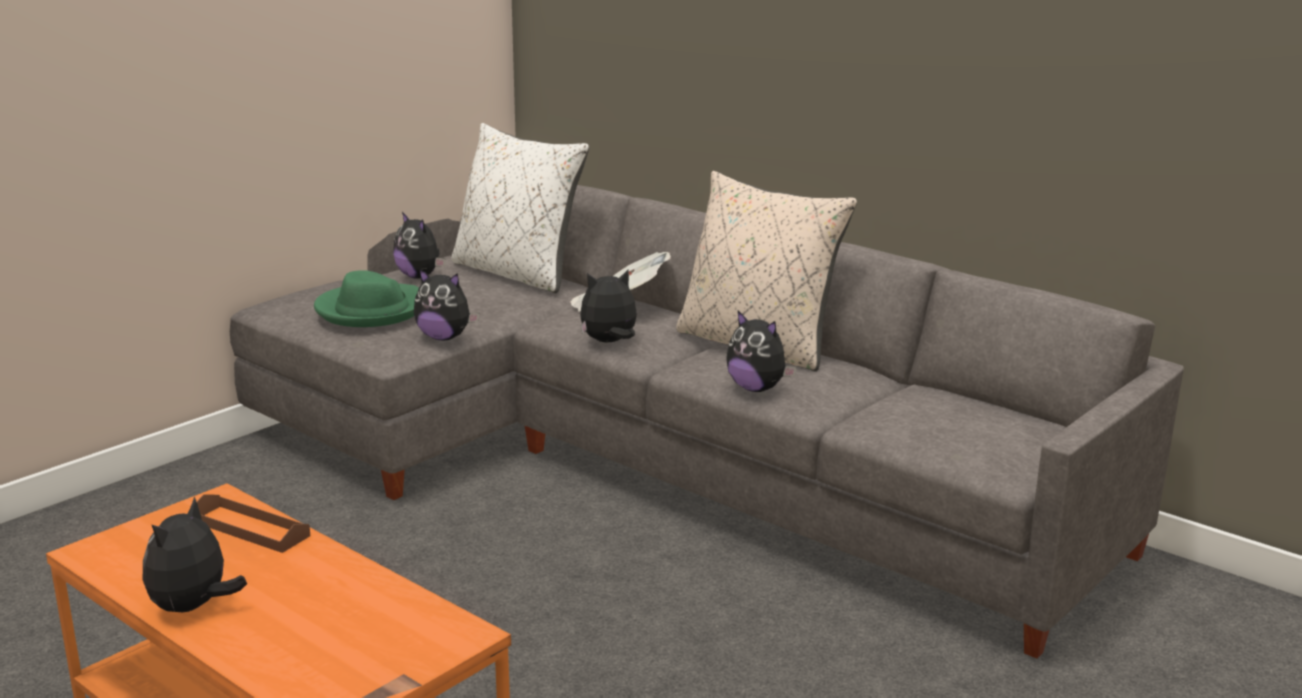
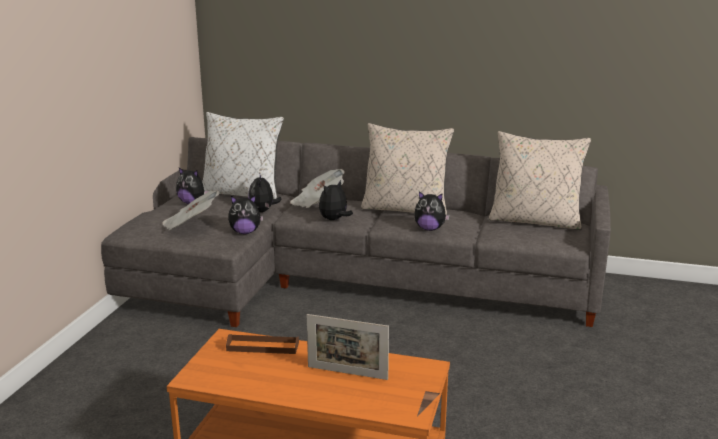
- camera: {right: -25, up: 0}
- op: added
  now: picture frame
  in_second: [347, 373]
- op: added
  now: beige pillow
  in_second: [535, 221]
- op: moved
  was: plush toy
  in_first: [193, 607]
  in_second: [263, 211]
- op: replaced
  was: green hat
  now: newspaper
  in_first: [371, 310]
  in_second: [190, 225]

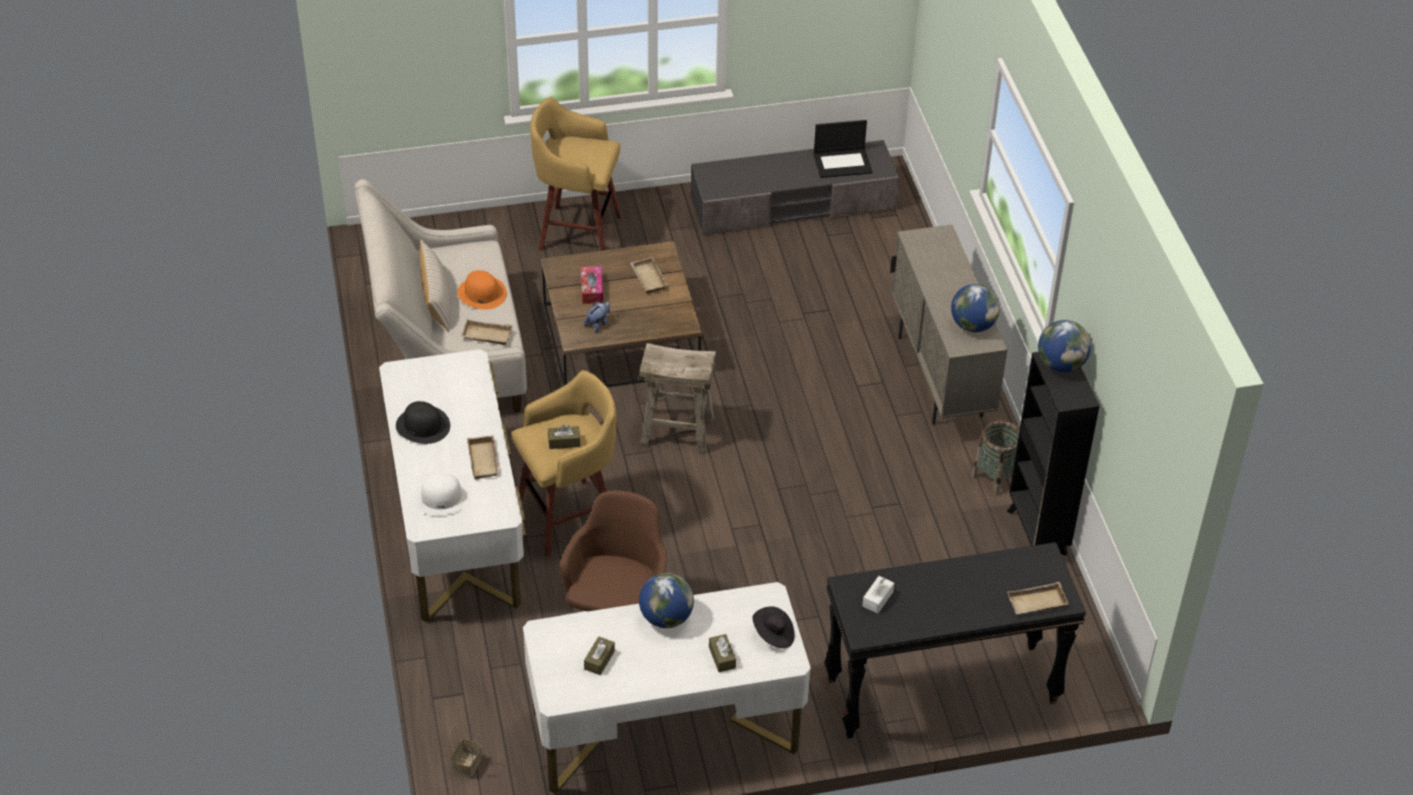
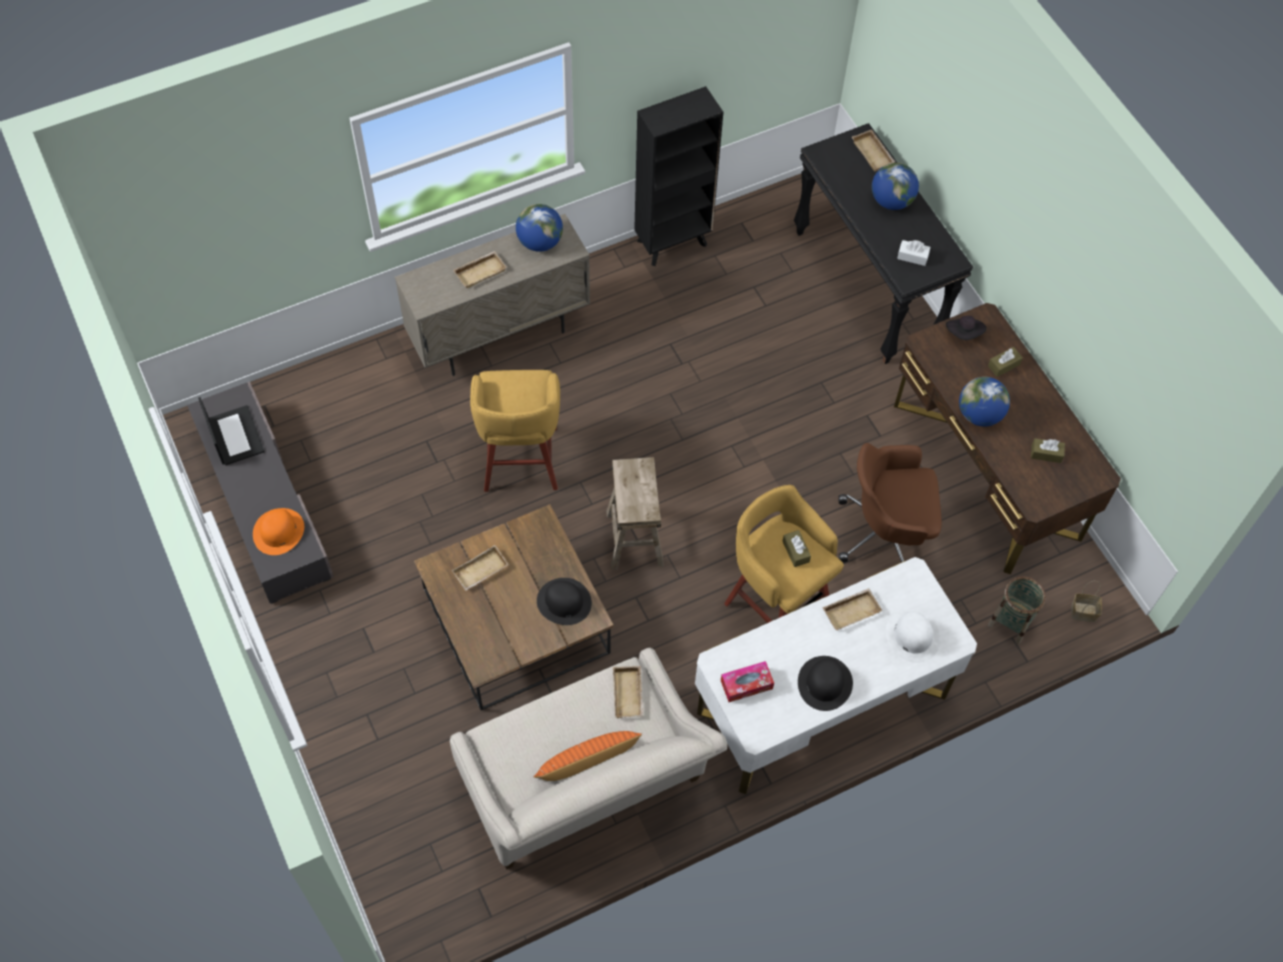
- camera: {right: -105, up: 15}
- op: added
  now: beige tray
  in_second: [480, 271]
- op: moved
  was: orange hat
  in_first: [481, 293]
  in_second: [278, 531]
- op: moved
  was: yellow stool
  in_first: [577, 232]
  in_second: [520, 462]
- op: moved
  was: tissue box
  in_first: [592, 289]
  in_second: [746, 684]
- op: moved
  was: basket
  in_first: [995, 477]
  in_second: [1011, 621]
- op: moved
  was: globe
  in_first: [1061, 364]
  in_second: [891, 201]
- op: replaced
  was: plush toy
  now: black hat
  in_first: [598, 324]
  in_second: [563, 602]
- op: recoloured
  was: beige pillow
  now: orange pillow
  in_first: [436, 300]
  in_second: [587, 763]
- op: recoloured
  was: white desk
  now: brown desk
  in_first: [665, 731]
  in_second: [985, 470]

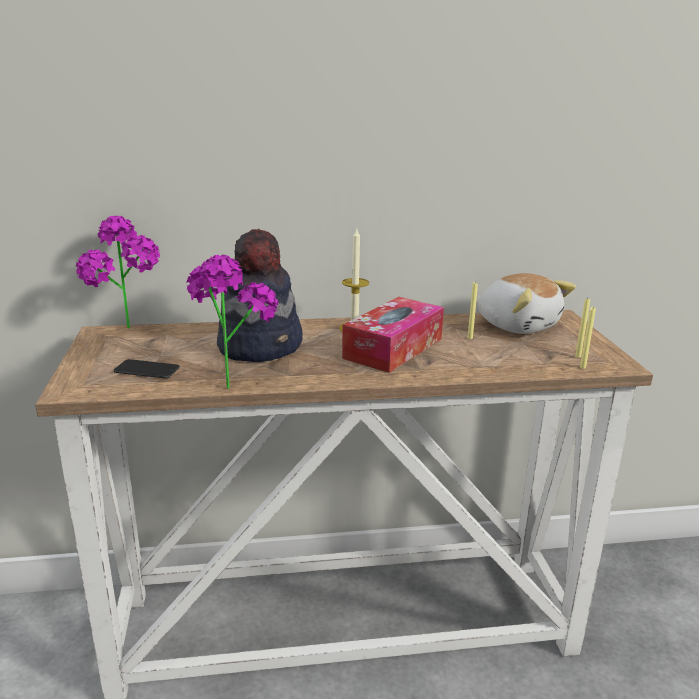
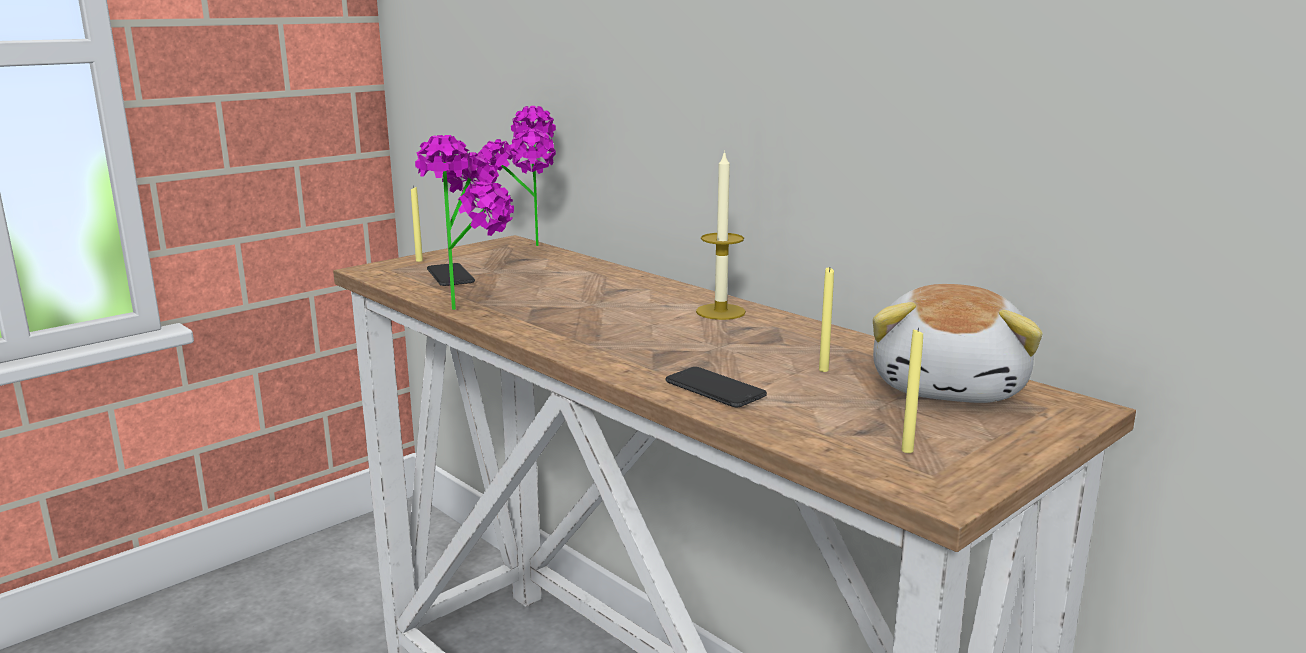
- camera: {right: 55, up: -5}
- op: removed
  was: hat
  in_first: [261, 346]
- op: removed
  was: tissue box
  in_first: [393, 348]
- op: added
  now: phone
  in_second: [715, 389]
- op: moved
  was: yellow candle
  in_first: [582, 367]
  in_second: [419, 260]

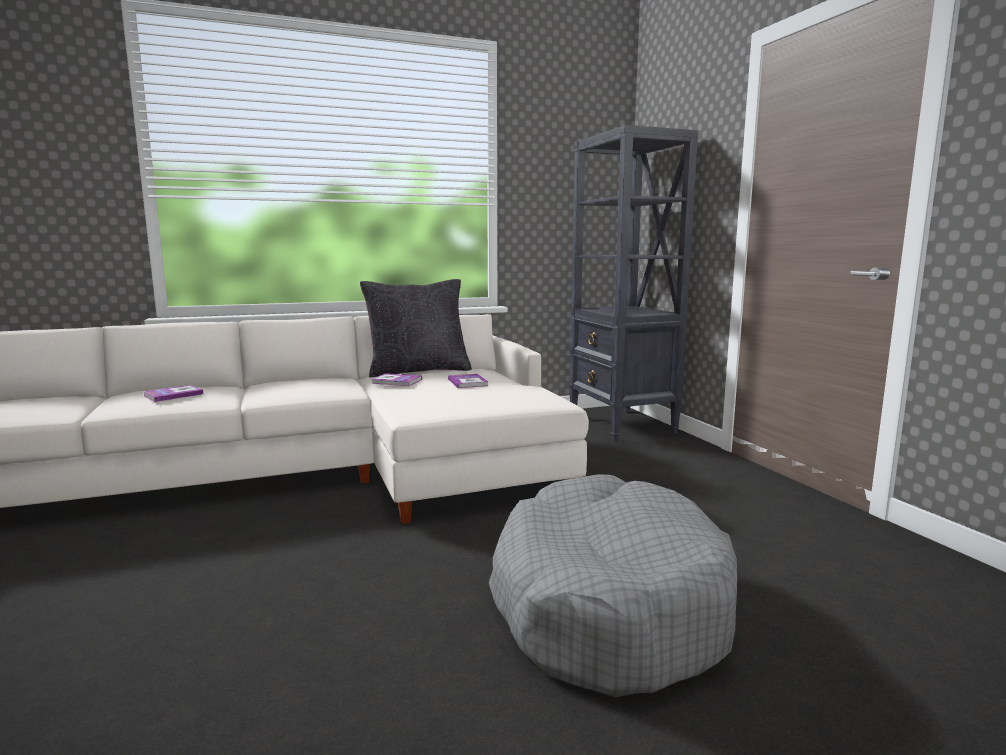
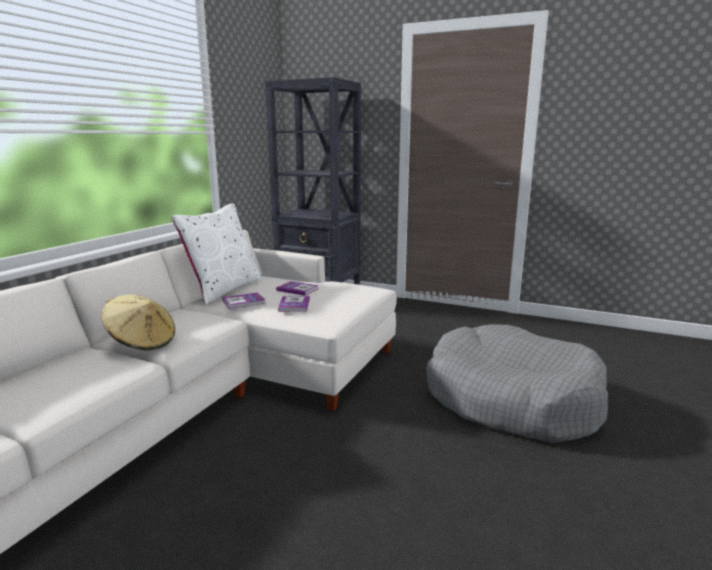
- camera: {right: -45, up: 5}
- op: added
  now: beige hat
  in_second: [142, 342]
- op: moved
  was: book
  in_first: [173, 395]
  in_second: [294, 305]
- op: recoloured
  was: black pillow
  now: white pillow
  in_first: [418, 371]
  in_second: [223, 289]

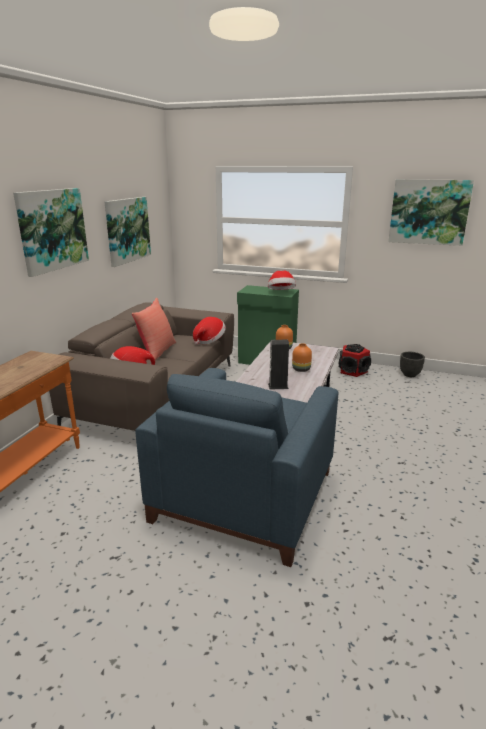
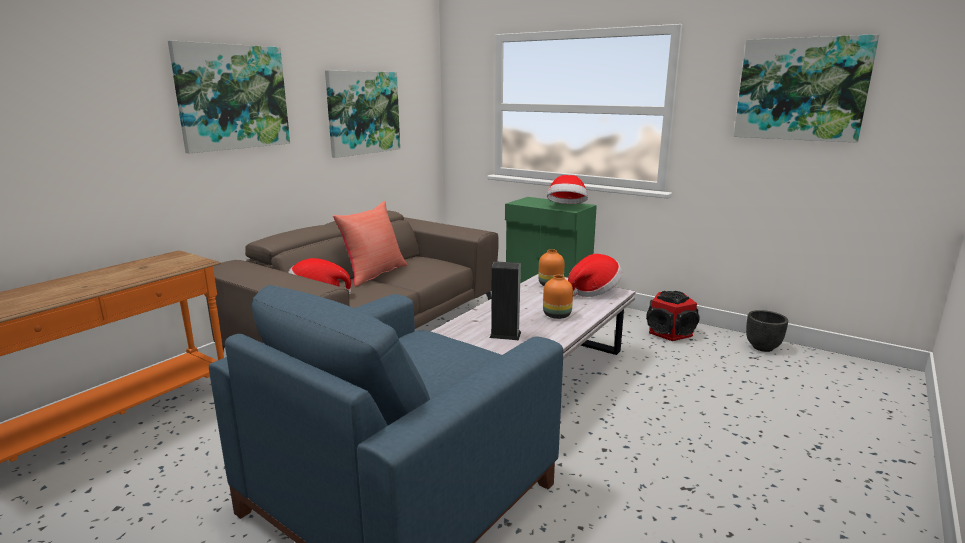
- camera: {right: 15, up: -5}
- op: moved
  was: hat
  in_first: [209, 340]
  in_second: [593, 291]

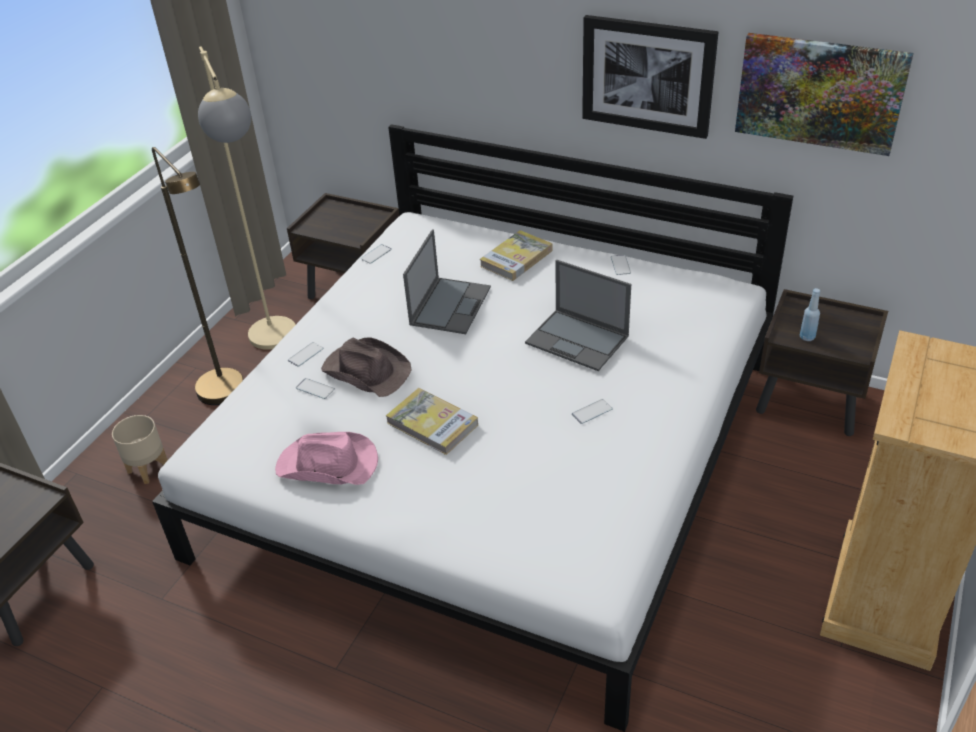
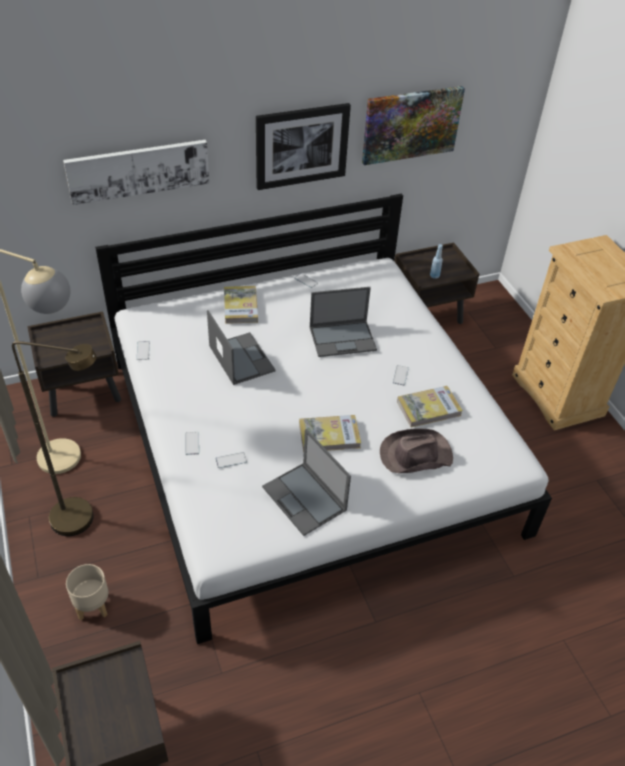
- camera: {right: -50, up: 5}
- op: added
  now: picture
  in_second: [138, 170]
- op: added
  now: book
  in_second: [428, 408]
- op: moved
  was: brown hat
  in_first: [366, 370]
  in_second: [415, 455]
- op: replaced
  was: pink hat
  now: laptop
  in_first: [328, 465]
  in_second: [305, 499]

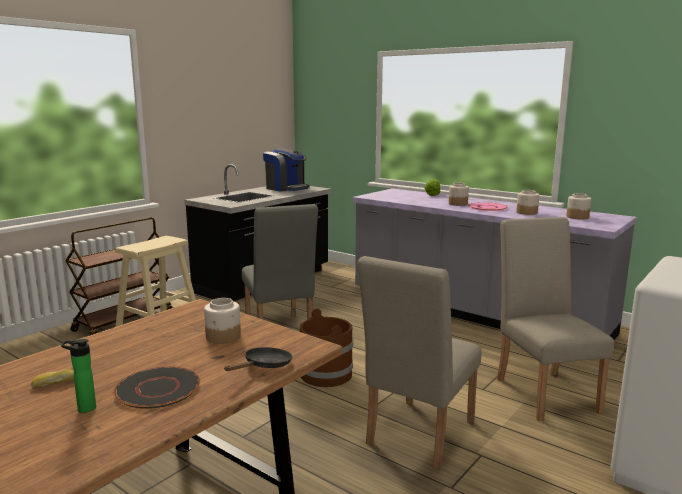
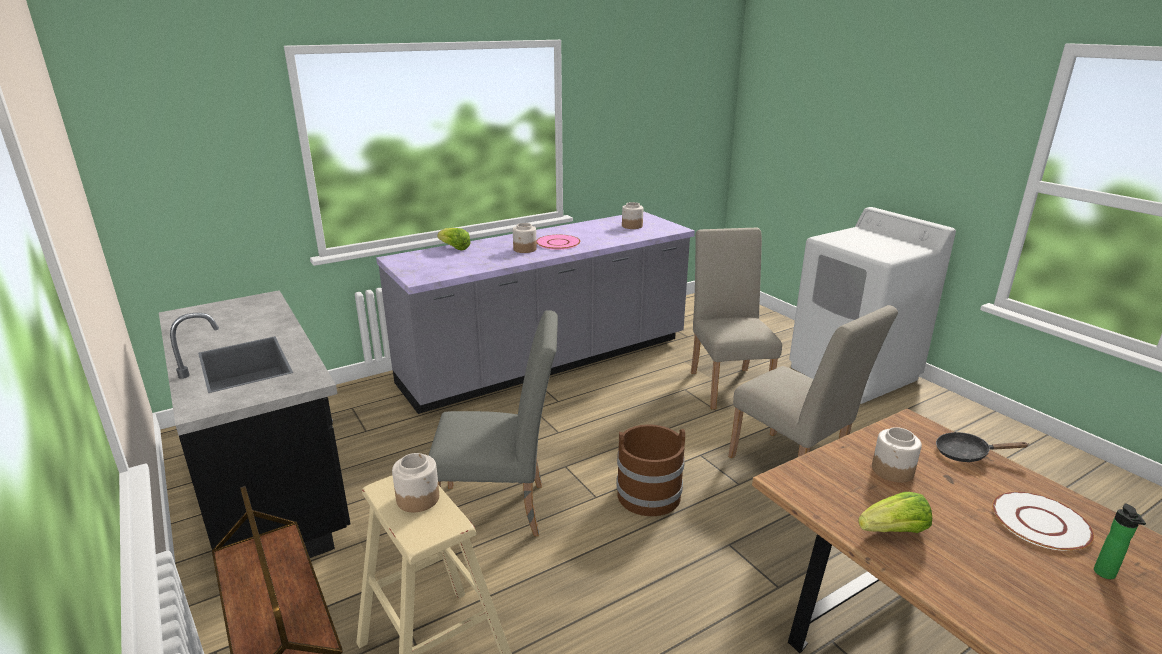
- camera: {right: -70, up: 10}
- op: removed
  was: bread
  in_first: [56, 383]
- op: removed
  was: coffee machine
  in_first: [286, 188]
- op: added
  now: lettuce
  in_second: [894, 531]
- op: moved
  was: jar
  in_first: [527, 212]
  in_second: [418, 498]
- op: recoloured
  was: black plate
  now: white plate
  in_first: [158, 388]
  in_second: [1039, 522]
- op: turned
  was: black frying pan
  in_first: [264, 366]
  in_second: [966, 454]
  clockwise: -45
- op: turned
  was: beige chair
  in_first: [543, 390]
  in_second: [728, 384]
  clockwise: 75

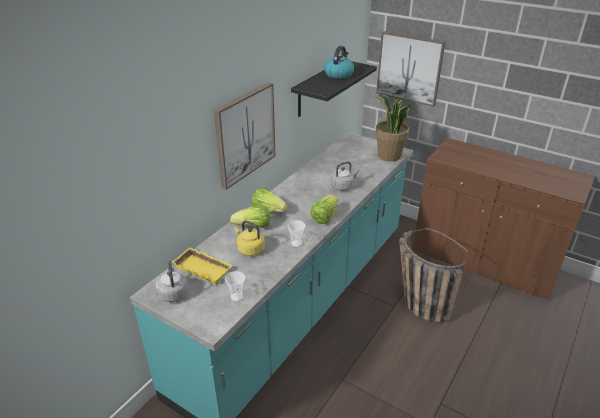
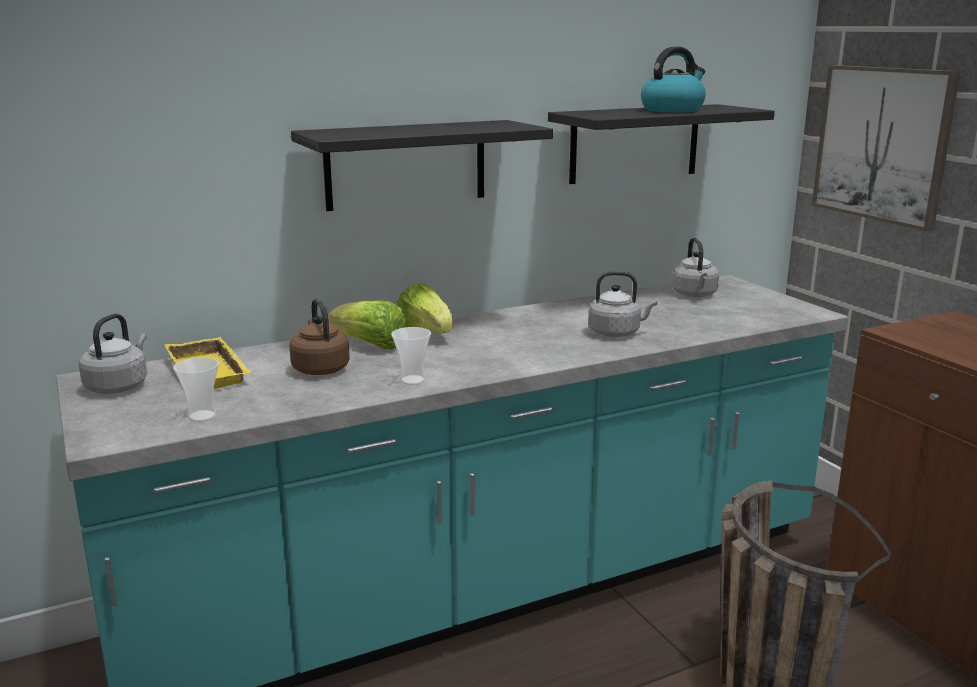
- camera: {right: 30, up: -15}
- op: removed
  was: lettuce
  in_first: [324, 217]
- op: removed
  was: potted plant
  in_first: [389, 156]
- op: added
  now: grey kettle
  in_second: [695, 295]
- op: replaced
  was: picture
  now: black shelf
  in_first: [245, 134]
  in_second: [406, 164]
- op: recoloured
  was: yellow kettle
  now: brown kettle
  in_first: [249, 249]
  in_second: [320, 368]

